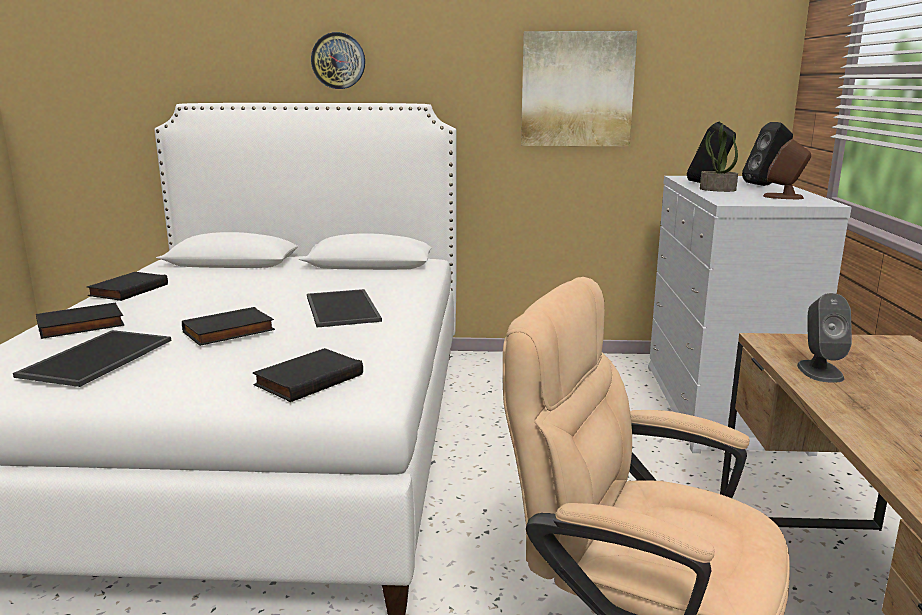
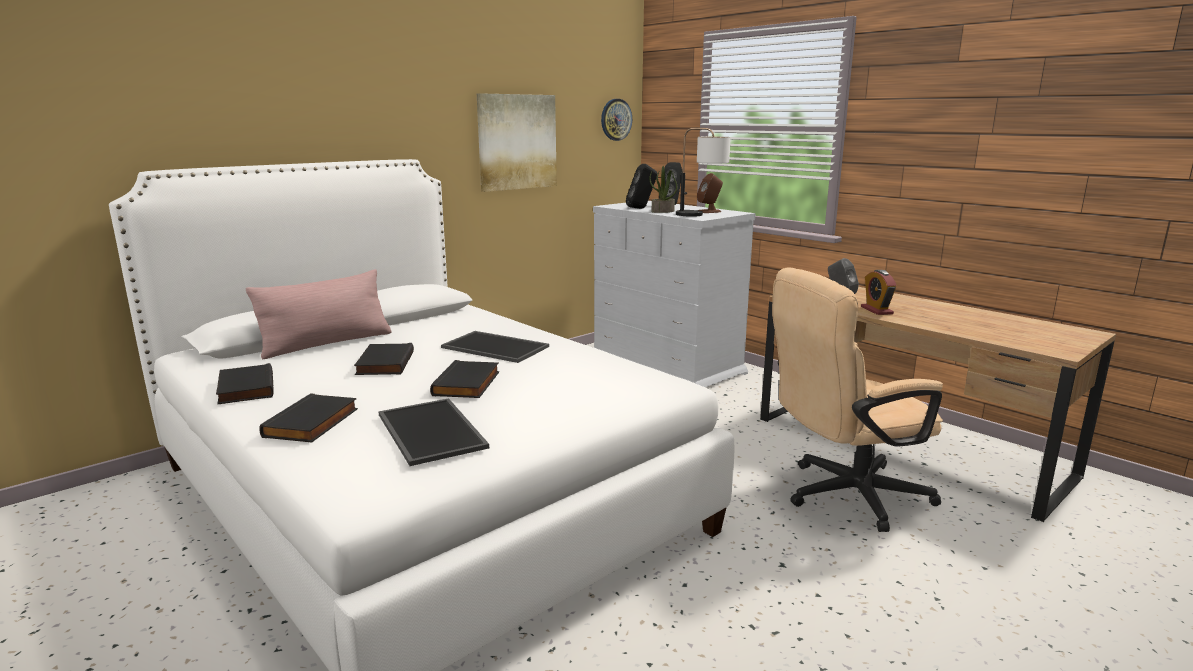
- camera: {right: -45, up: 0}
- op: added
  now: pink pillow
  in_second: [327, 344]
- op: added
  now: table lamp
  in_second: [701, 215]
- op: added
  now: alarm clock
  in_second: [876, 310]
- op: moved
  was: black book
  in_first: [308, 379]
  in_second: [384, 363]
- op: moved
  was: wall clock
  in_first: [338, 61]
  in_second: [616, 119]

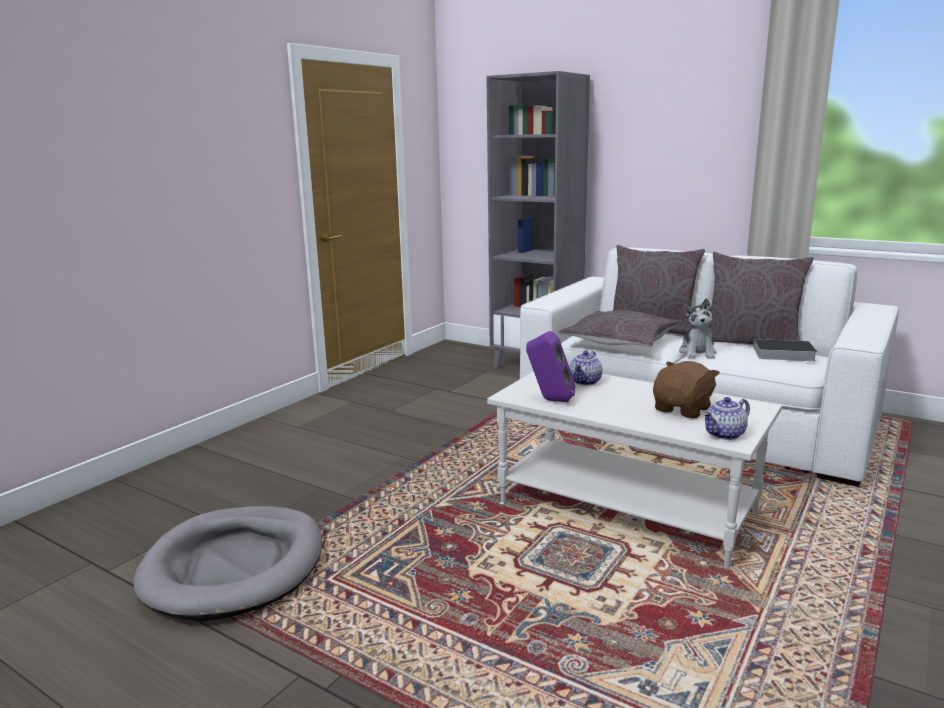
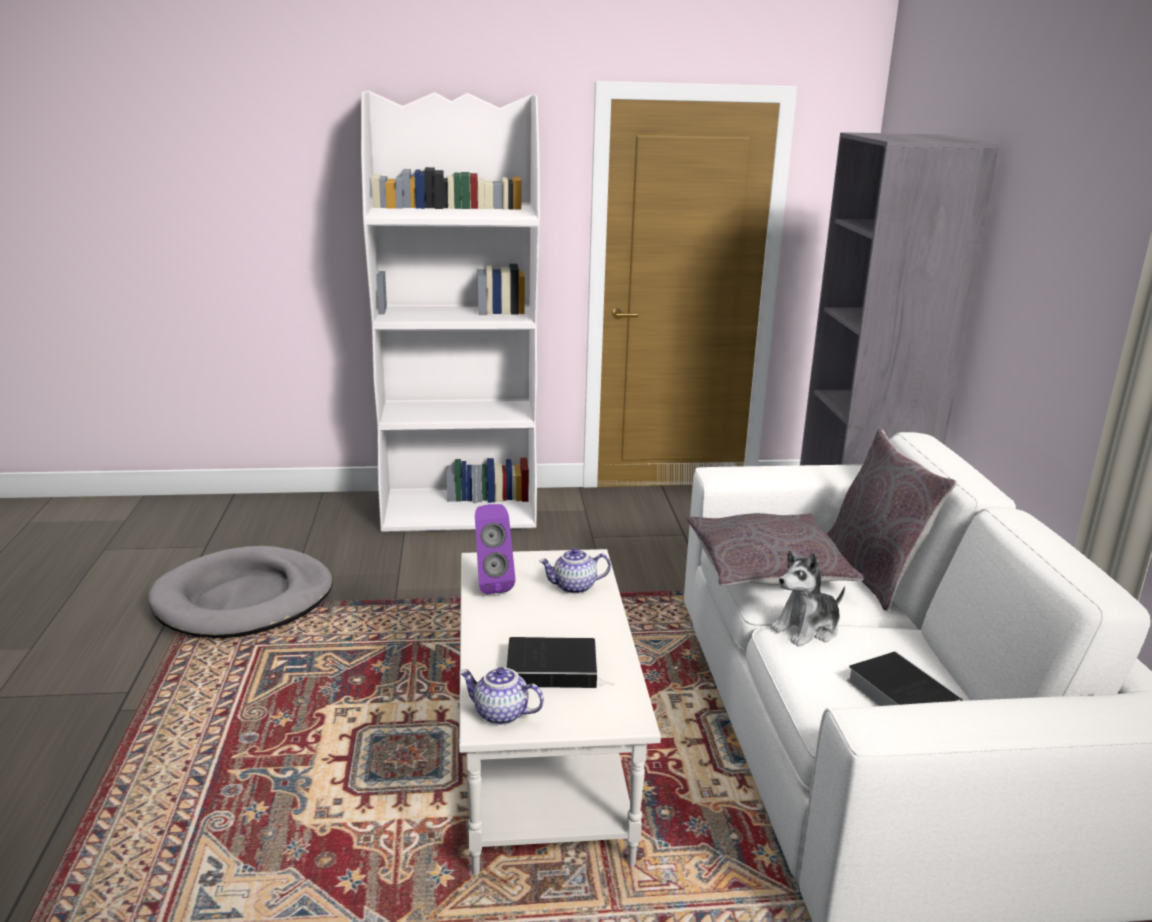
- camera: {right: 50, up: 5}
- op: removed
  was: grey pillow
  in_first: [750, 343]
- op: added
  now: white bookcase
  in_second: [461, 510]
- op: replaced
  was: brown plush toy
  now: book
  in_first: [683, 409]
  in_second: [554, 668]

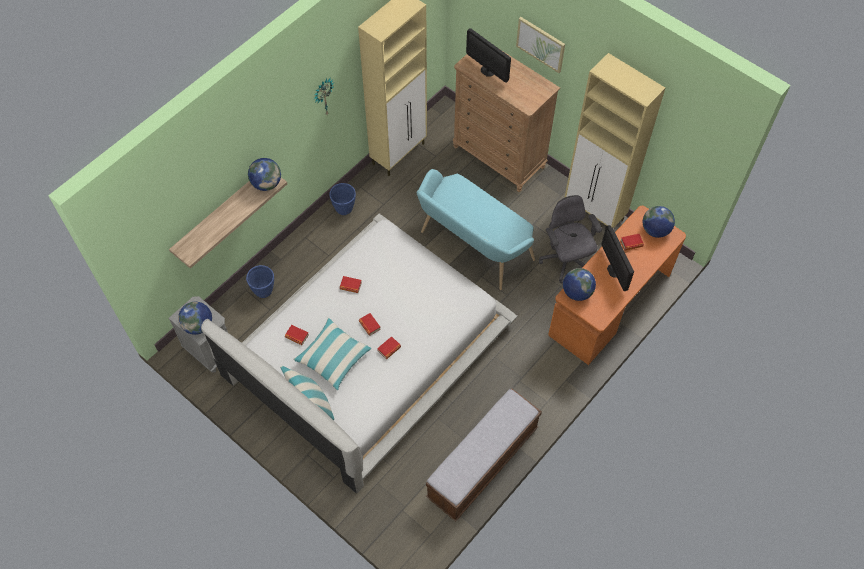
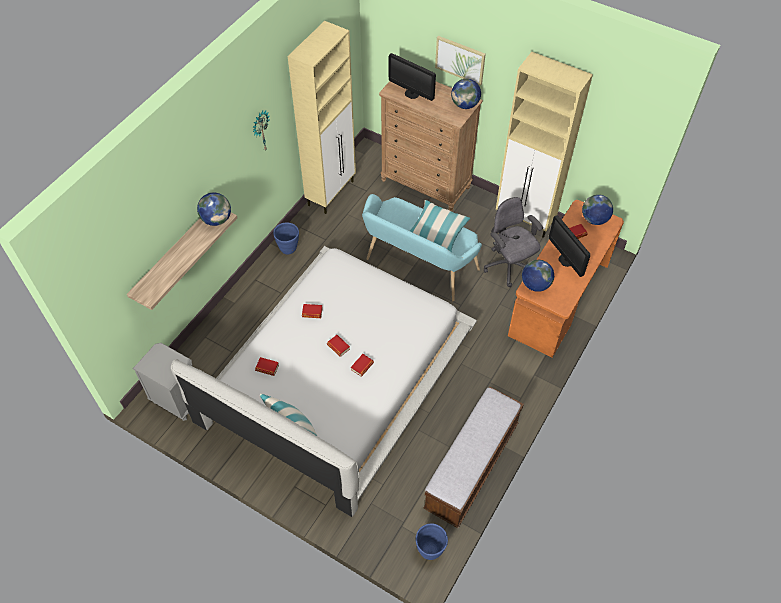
- camera: {right: -10, up: -5}
- op: moved
  was: globe
  in_first: [198, 325]
  in_second: [465, 105]
- op: moved
  was: blue planter
  in_first: [264, 291]
  in_second: [430, 550]
- op: moved
  was: pillow
  in_first: [333, 357]
  in_second: [437, 231]

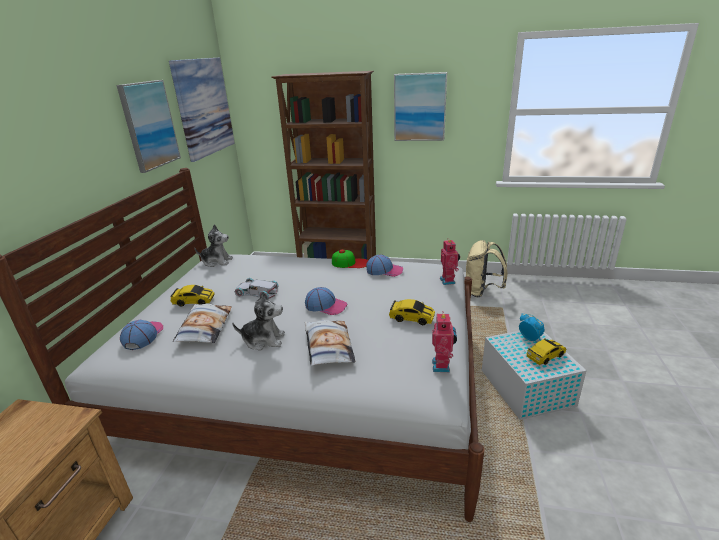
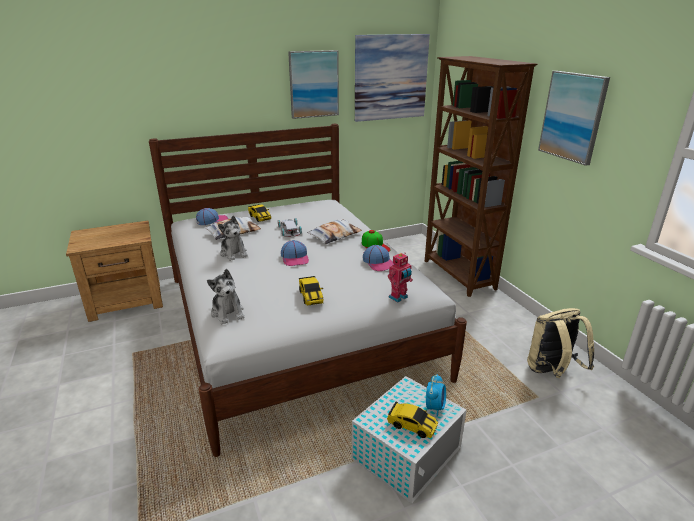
- camera: {right: 55, up: 0}
- op: removed
  was: toy robot
  in_first: [442, 366]
- op: moved
  was: plush toy
  in_first: [217, 261]
  in_second: [228, 312]
- op: moved
  was: pillow
  in_first: [328, 346]
  in_second: [334, 235]

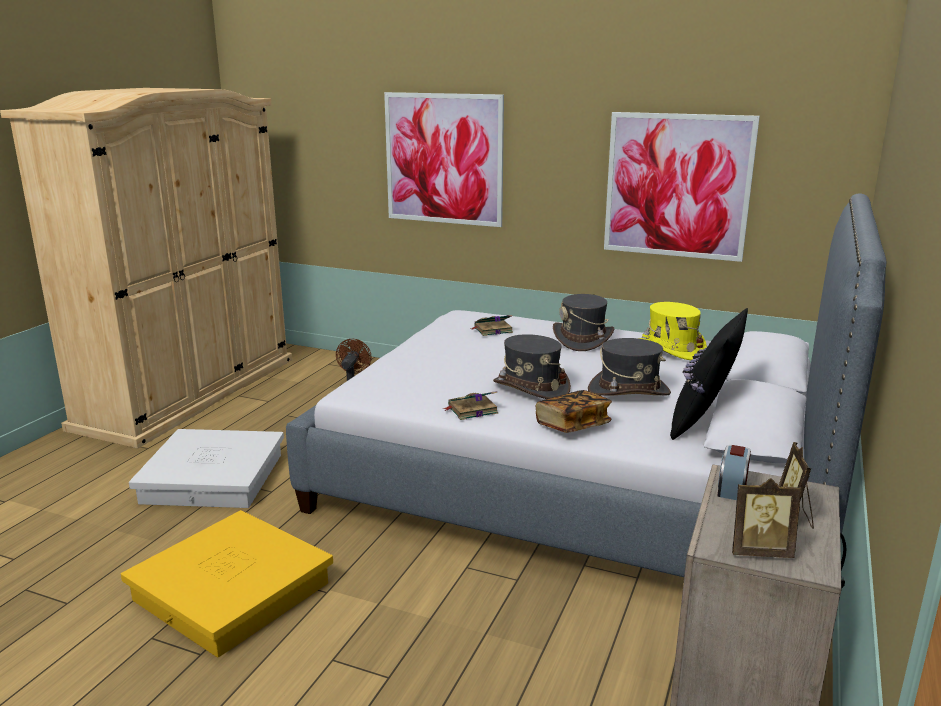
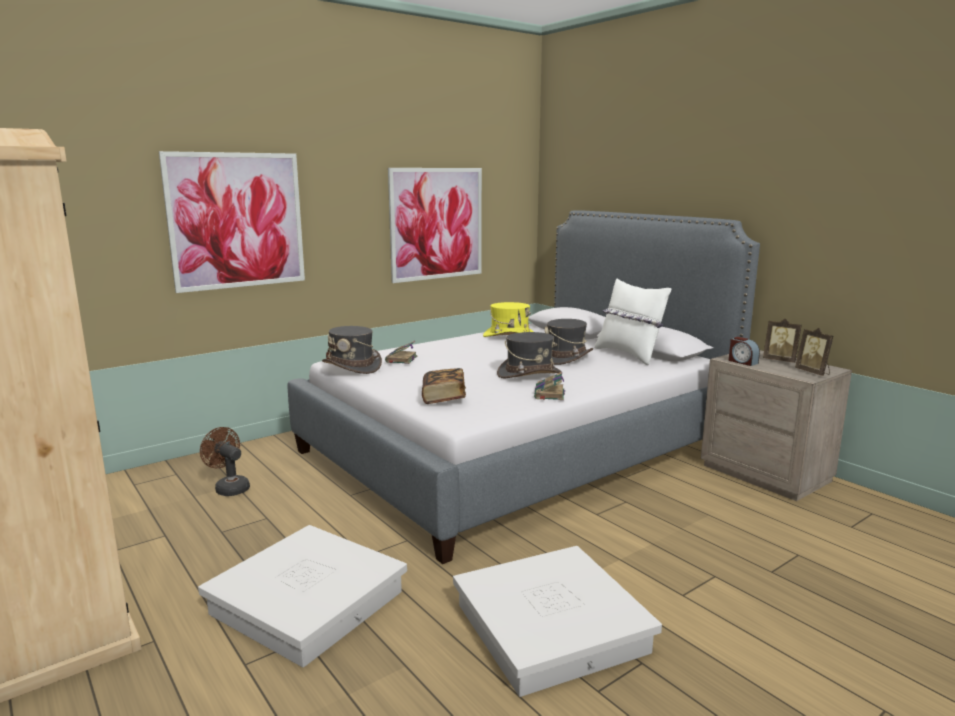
- camera: {right: -60, up: -5}
- op: moved
  was: book
  in_first: [572, 426]
  in_second: [443, 398]
- op: moved
  was: grey hat
  in_first: [583, 340]
  in_second: [352, 367]
- op: recoloured
  was: yellow storage box
  now: white storage box
  in_first: [232, 592]
  in_second: [551, 627]
- op: recoloured
  was: black pillow
  now: white pillow
  in_first: [704, 421]
  in_second: [629, 355]
- op: turned
  was: picture frame
  in_first: [759, 551]
  in_second: [813, 372]
  clockwise: 120

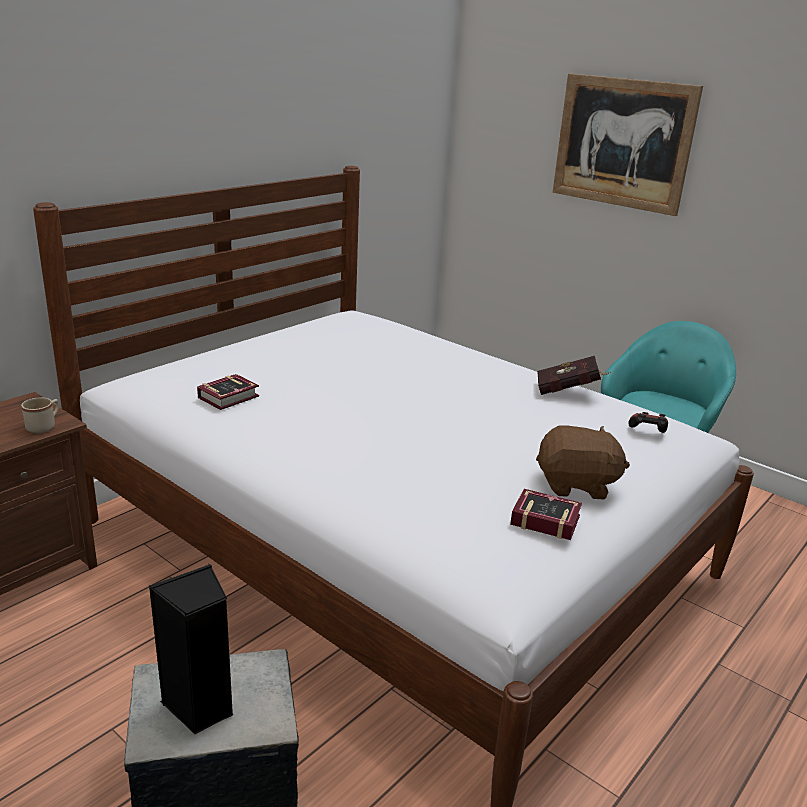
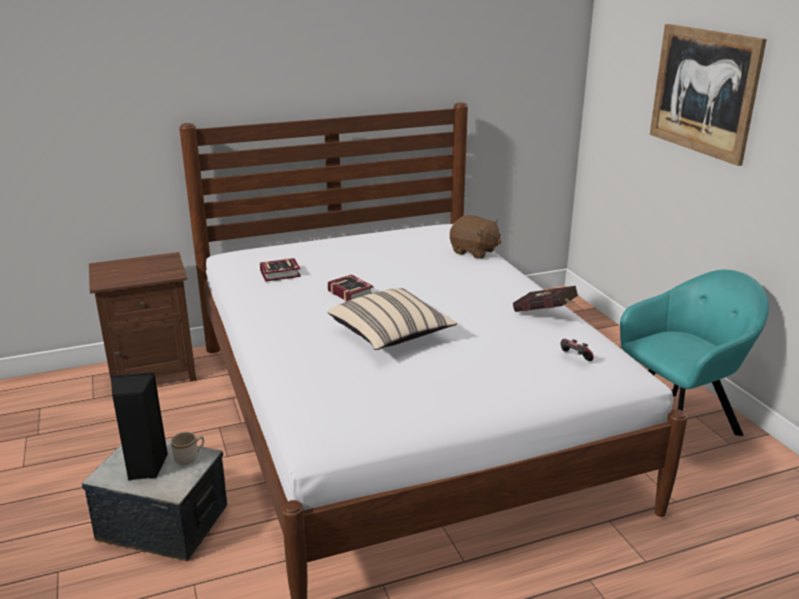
- camera: {right: 30, up: 0}
- op: added
  now: beige pillow
  in_second: [391, 335]
- op: moved
  was: beige mug
  in_first: [44, 426]
  in_second: [190, 457]
- op: moved
  was: book
  in_first: [542, 519]
  in_second: [350, 292]
- op: moved
  was: brown plush toy
  in_first: [576, 485]
  in_second: [474, 252]

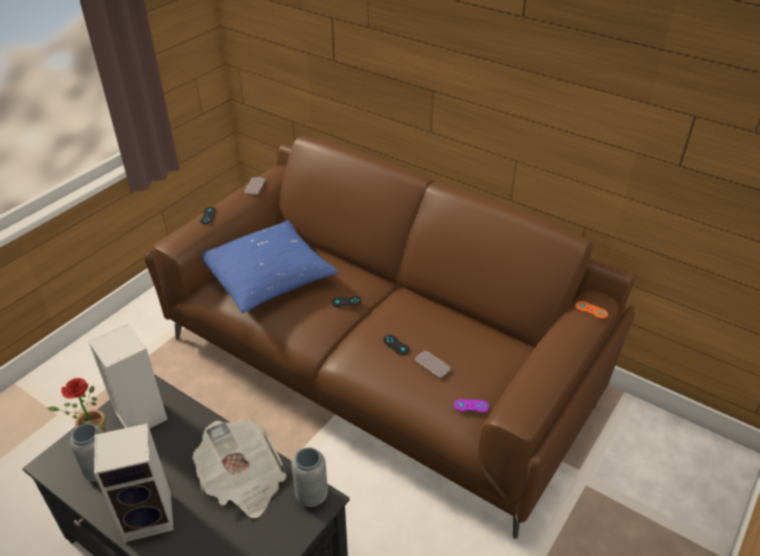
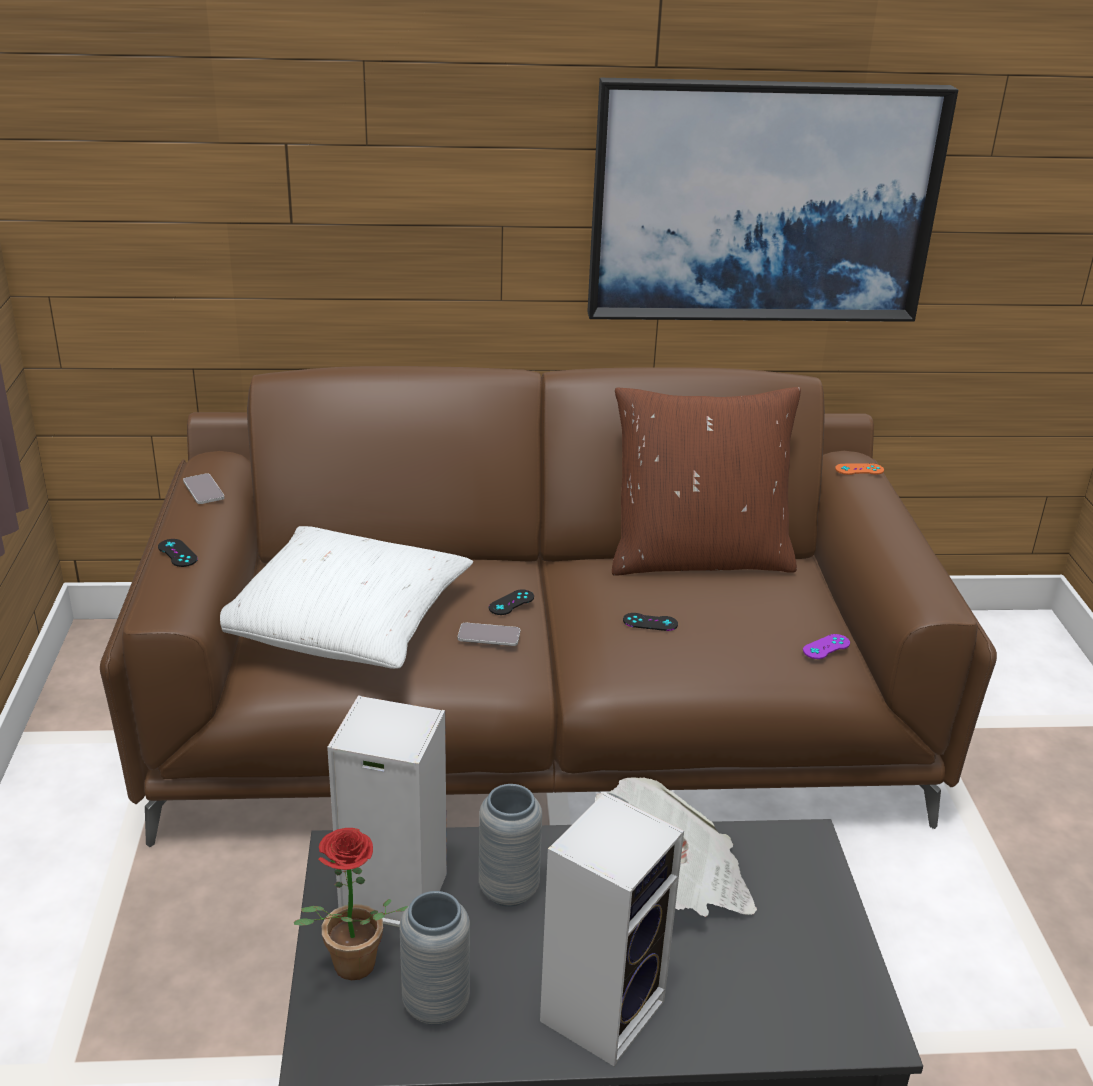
- camera: {right: -40, up: -10}
- op: added
  now: picture
  in_second: [762, 202]
- op: added
  now: brown pillow
  in_second: [698, 558]
- op: moved
  was: grey vase
  in_first: [312, 496]
  in_second: [508, 890]
- op: moved
  was: phone
  in_first: [432, 364]
  in_second: [489, 635]
- op: recoloured
  was: blue pillow
  now: white pillow
  in_first: [268, 277]
  in_second: [345, 621]

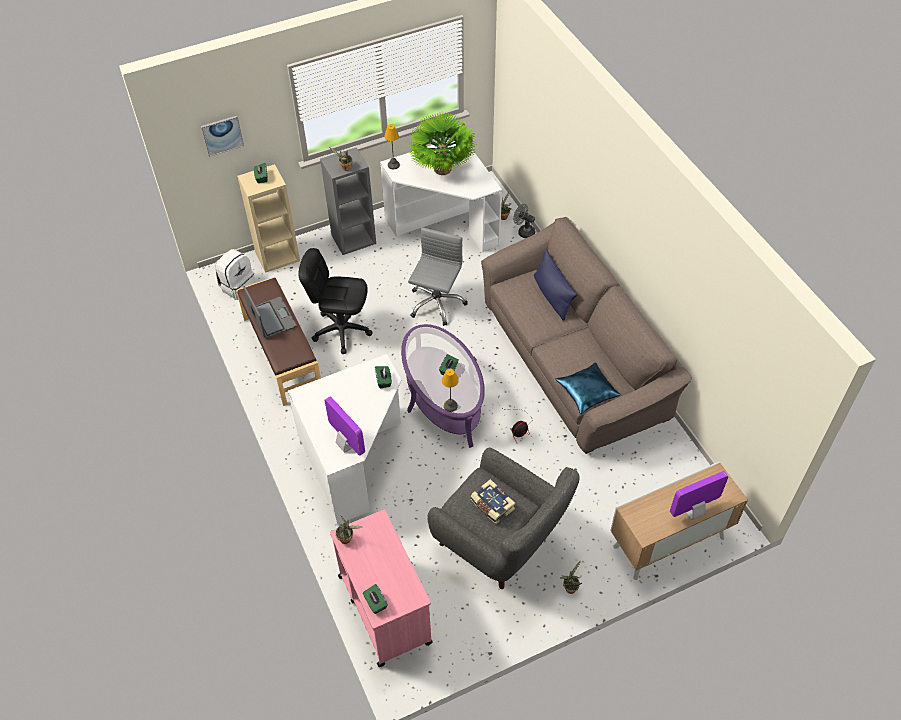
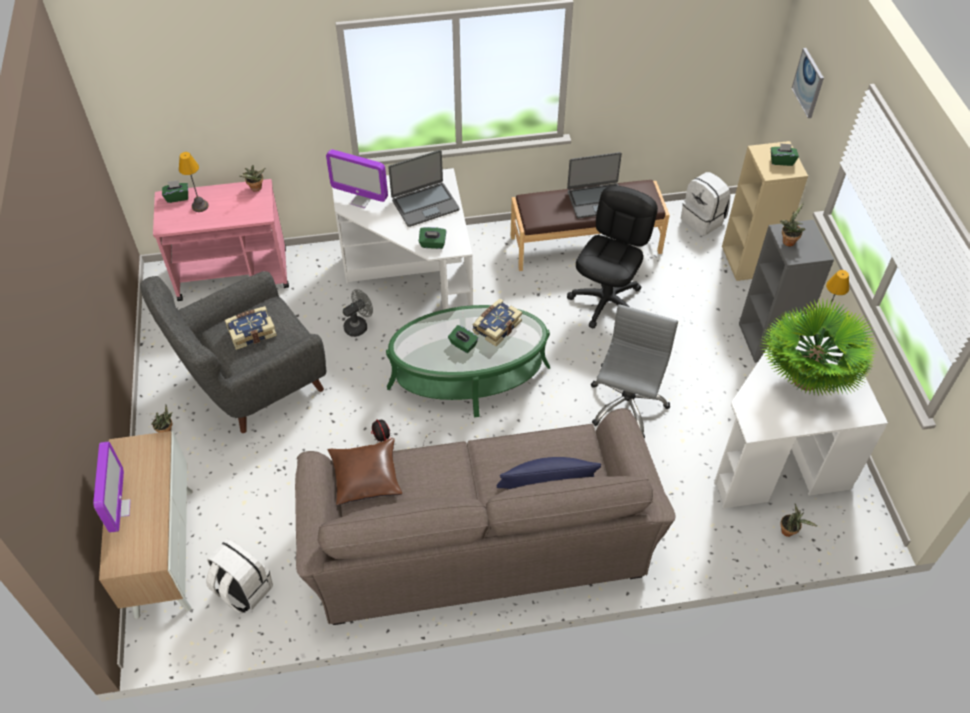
- camera: {right: 105, up: 0}
- op: added
  now: white backpack
  in_second: [242, 589]
- op: added
  now: laptop
  in_second: [425, 204]
- op: added
  now: book
  in_second: [496, 326]
- op: moved
  was: table lamp
  in_first: [450, 406]
  in_second: [200, 206]
- op: moved
  was: grey fan
  in_first: [524, 231]
  in_second: [359, 325]
- op: recoloured
  was: purple coffee table
  now: green coffee table
  in_first: [443, 397]
  in_second: [469, 377]
- op: recoloured
  was: blue pillow
  now: brown pillow
  in_first: [587, 392]
  in_second: [365, 476]
- op: turned
  was: monitor
  in_first: [346, 444]
  in_second: [361, 201]
  clockwise: 45
- op: turned
  was: grey office chair
  in_first: [436, 303]
  in_second: [626, 405]
  clockwise: -105

